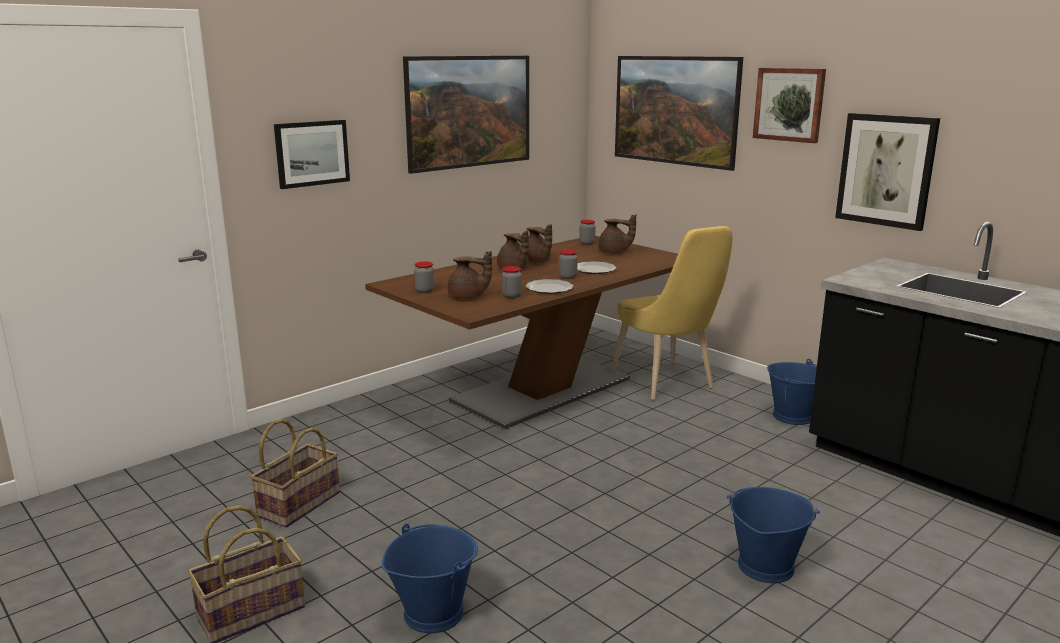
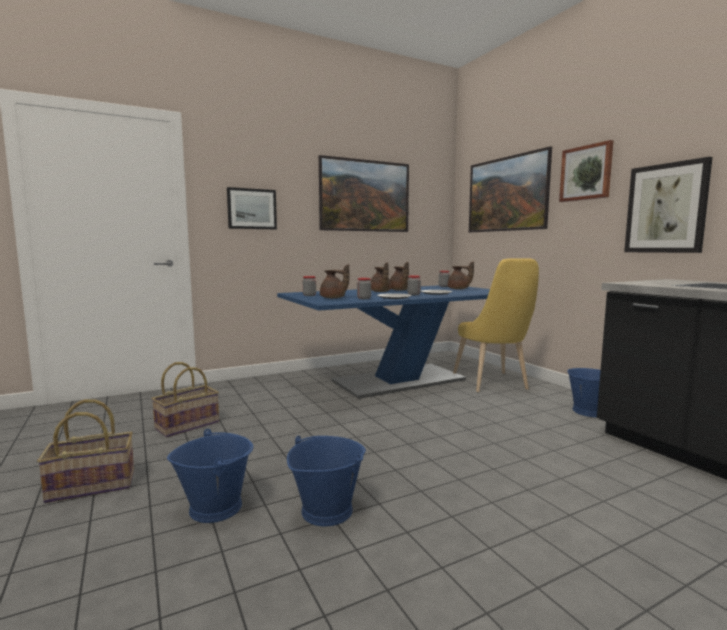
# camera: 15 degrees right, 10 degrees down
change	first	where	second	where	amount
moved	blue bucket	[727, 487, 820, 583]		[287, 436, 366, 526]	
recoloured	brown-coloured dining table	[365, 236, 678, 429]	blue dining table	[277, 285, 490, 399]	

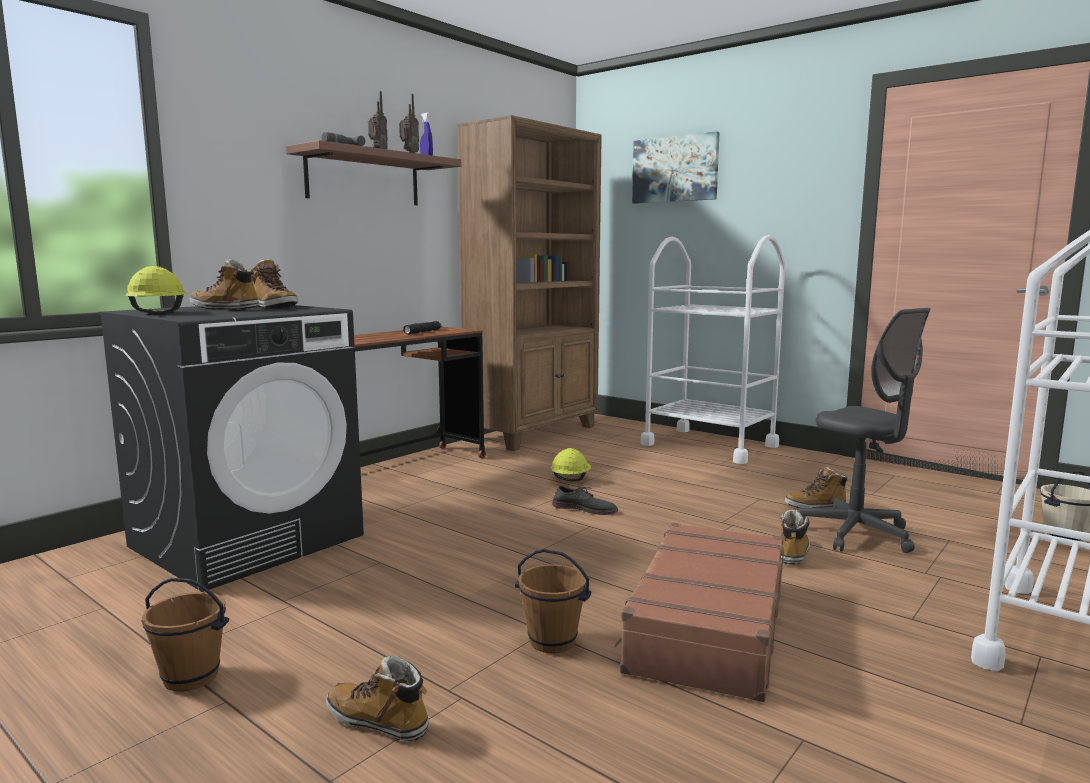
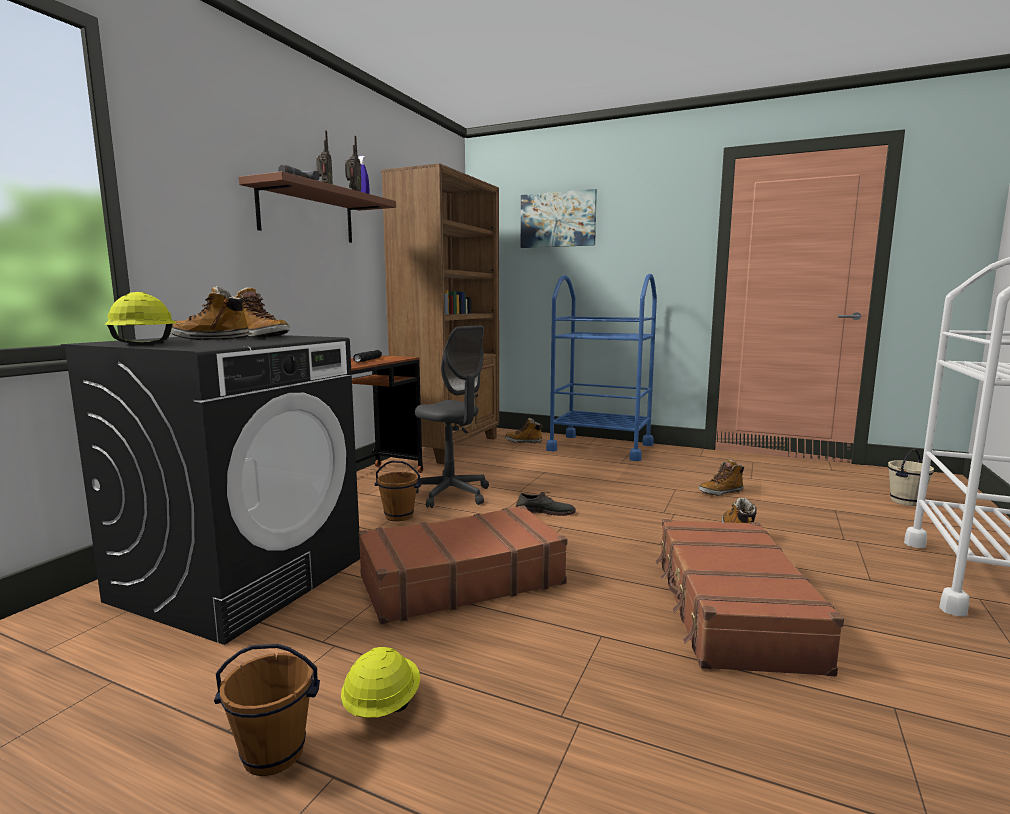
# camera: 15 degrees left, 0 degrees up
change	first	where	second	where	amount
added			brown-coloured suitcase	[359, 505, 567, 625]	
moved	tall boot	[326, 655, 429, 741]		[505, 418, 542, 443]	
moved	brown-coloured bucket	[515, 549, 591, 653]		[375, 461, 421, 521]	
moved	yellow safety helmet	[551, 448, 591, 481]		[341, 647, 420, 718]	
moved	gray office chair	[798, 308, 930, 553]		[415, 325, 489, 508]	
recoloured	white-coloured cart	[640, 235, 785, 464]	blue cart	[546, 274, 657, 461]	

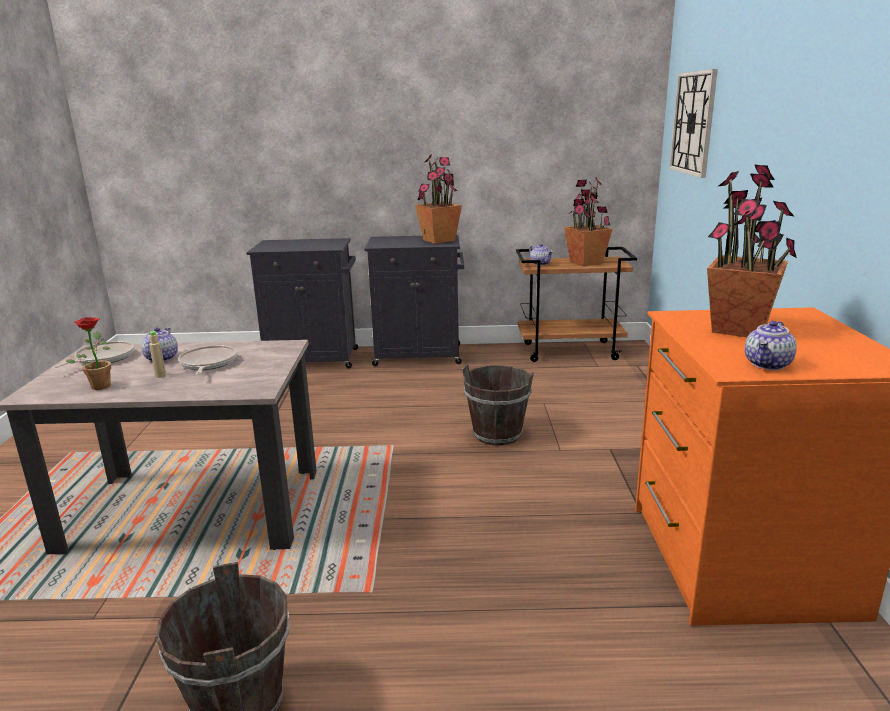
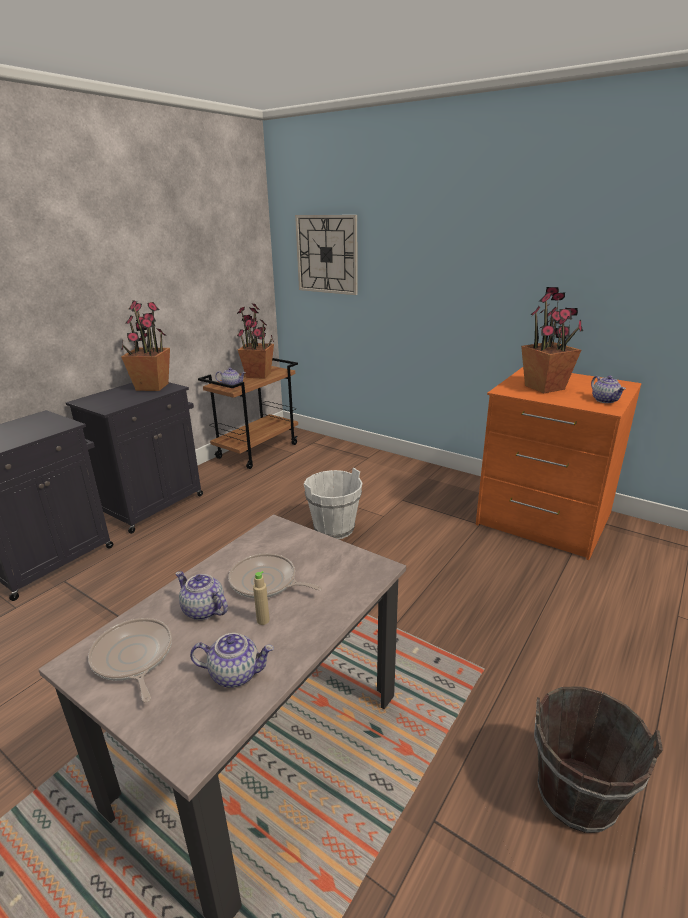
# camera: 55 degrees left, 5 degrees up
change	first	where	second	where	amount
replaced	plant in a pot	[66, 317, 111, 390]	pot for tea	[190, 633, 274, 688]	
recoloured	brown-coloured bucket	[462, 364, 534, 446]	white-coloured bucket	[304, 468, 363, 539]	

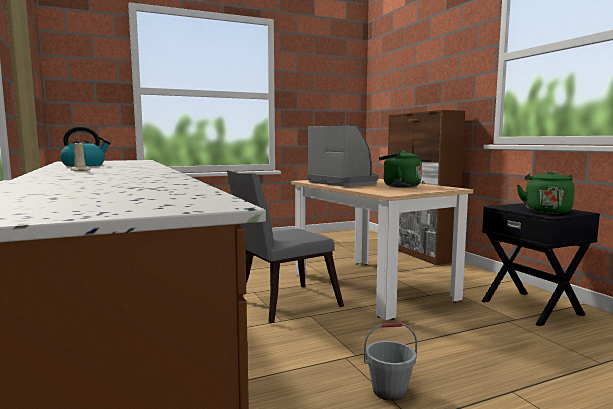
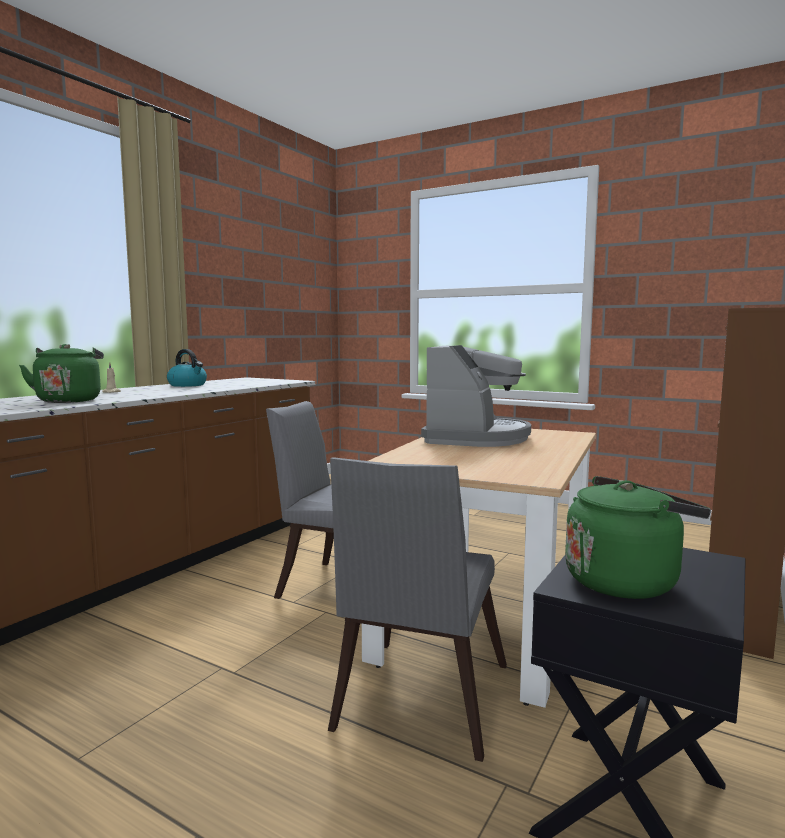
# camera: 55 degrees right, 0 degrees up
change	first	where	second	where	amount
removed	gray bucket	[364, 323, 417, 401]			
added			gray plain chair	[328, 458, 507, 762]	
moved	green water kettle	[379, 150, 422, 187]		[19, 344, 104, 403]	

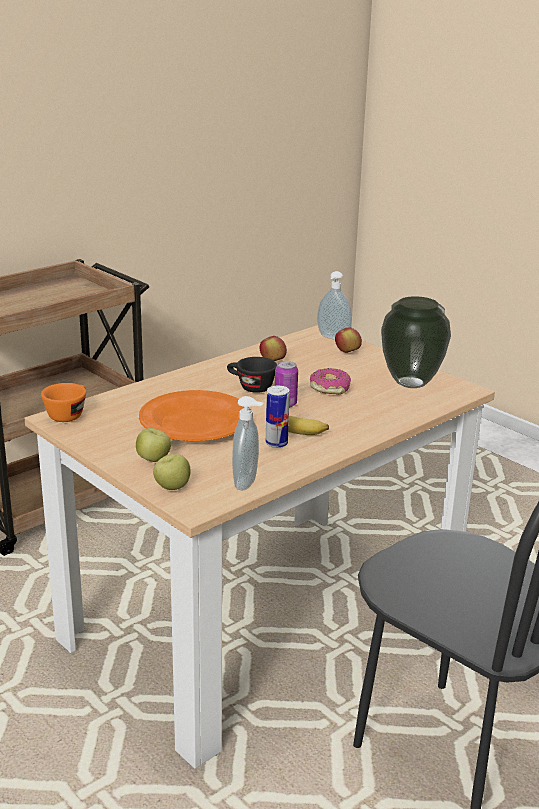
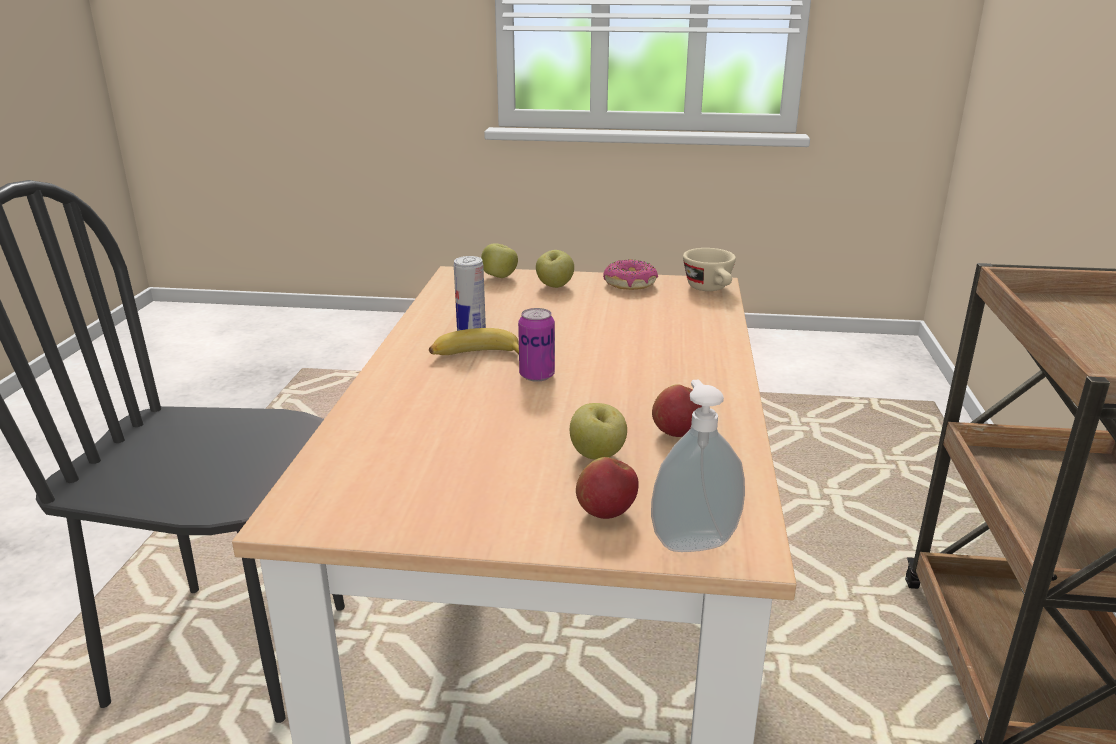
# camera: 140 degrees right, 0 degrees up
change	first	where	second	where	amount
removed	orangey dinner plate	[139, 390, 249, 441]			
removed	black drinking cup	[227, 357, 277, 393]			
removed	liquid soap bottle	[232, 396, 263, 490]			
removed	decorative vase	[381, 296, 451, 388]			
added			apple	[570, 403, 627, 460]	
moved	doughnut	[310, 368, 351, 395]		[603, 259, 658, 290]	
recoloured	orangey drinking cup	[41, 383, 86, 422]	beige-coloured drinking cup	[683, 248, 736, 291]	

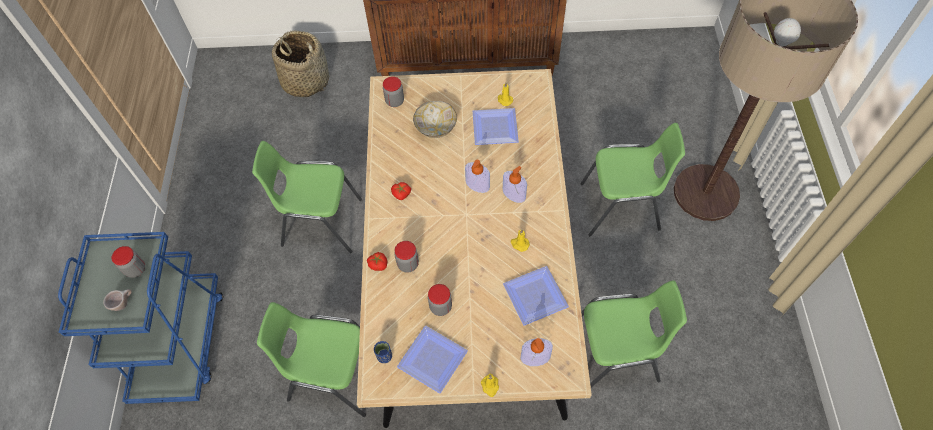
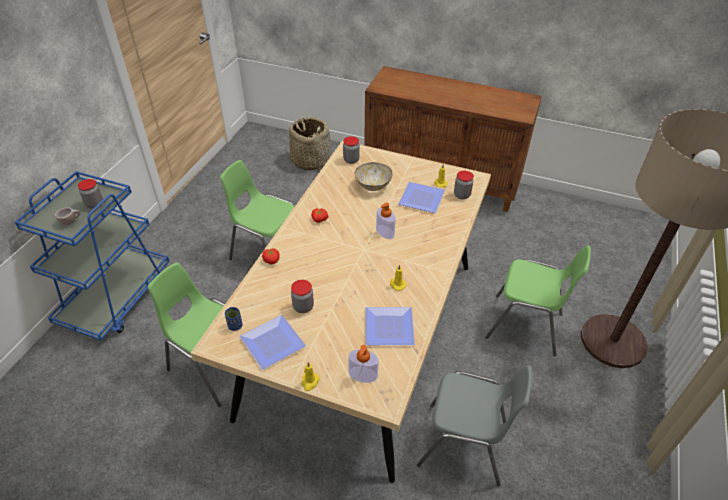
# camera: 20 degrees right, 15 degrees down
change	first	where	second	where	amount
removed	liquid soap bottle	[503, 166, 527, 203]			
moved	jar	[395, 241, 419, 273]		[454, 171, 474, 199]	
recoloured	green plain chair	[581, 280, 687, 387]	gray plain chair	[417, 365, 532, 487]	

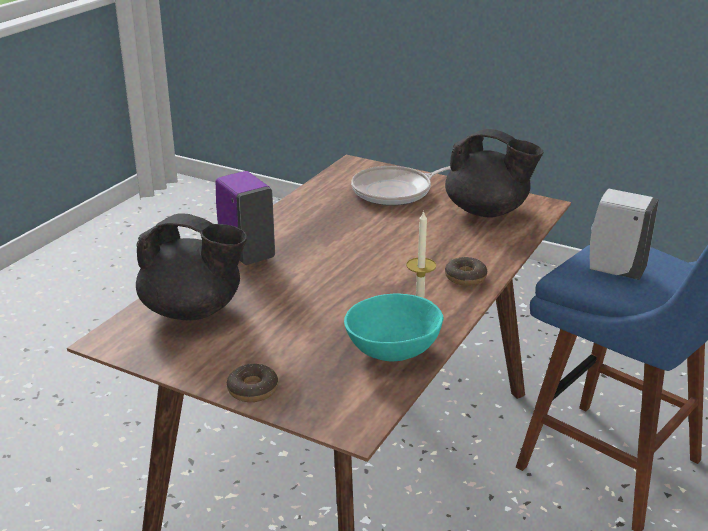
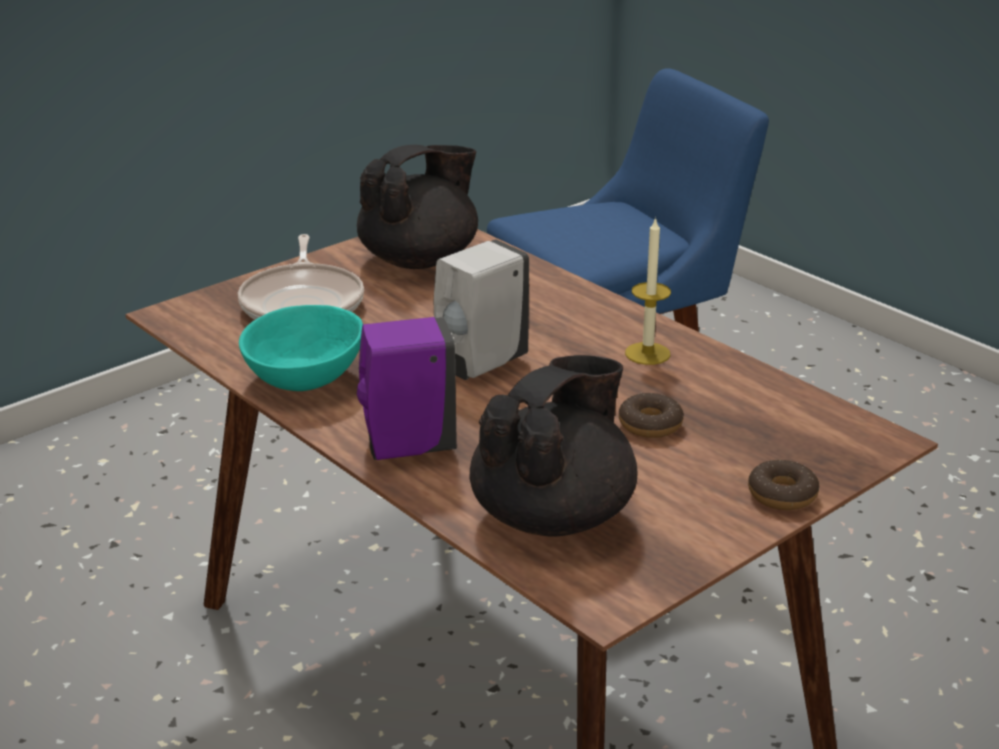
# camera: 70 degrees left, 0 degrees up
change	first	where	second	where	amount
moved	blue-green serving bowl	[344, 294, 443, 361]		[239, 305, 363, 391]	
moved	doughnut	[445, 257, 487, 286]		[619, 393, 684, 438]	
moved	white-coloured liquid soap bottle	[590, 189, 659, 280]		[434, 239, 529, 380]	

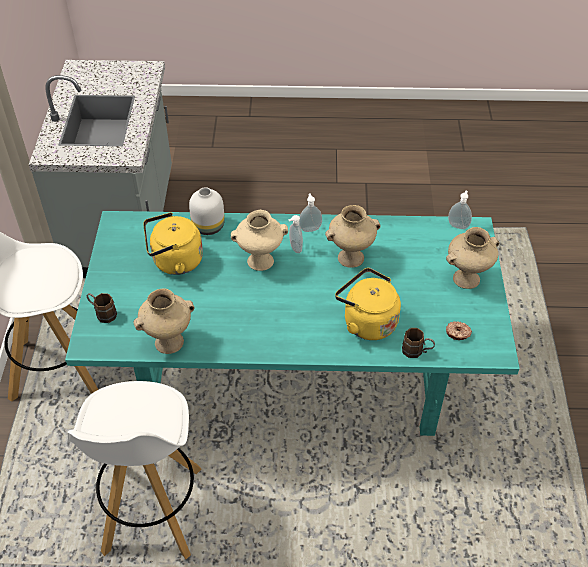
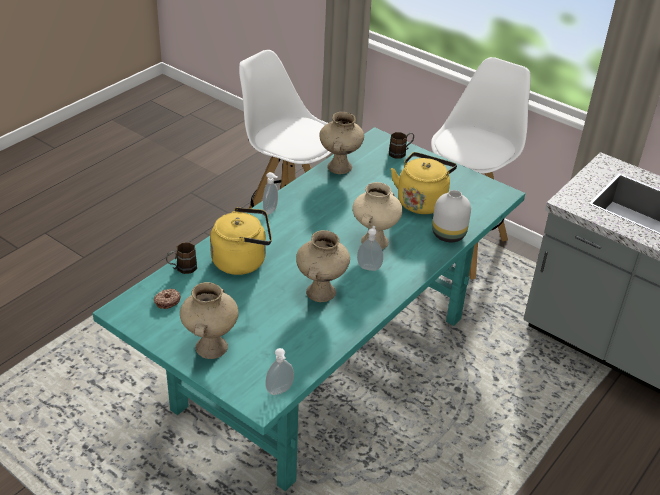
# camera: 125 degrees right, 10 degrees down
change	first	where	second	where	amount
moved	liquid soap bottle	[299, 193, 322, 232]		[263, 172, 278, 215]	

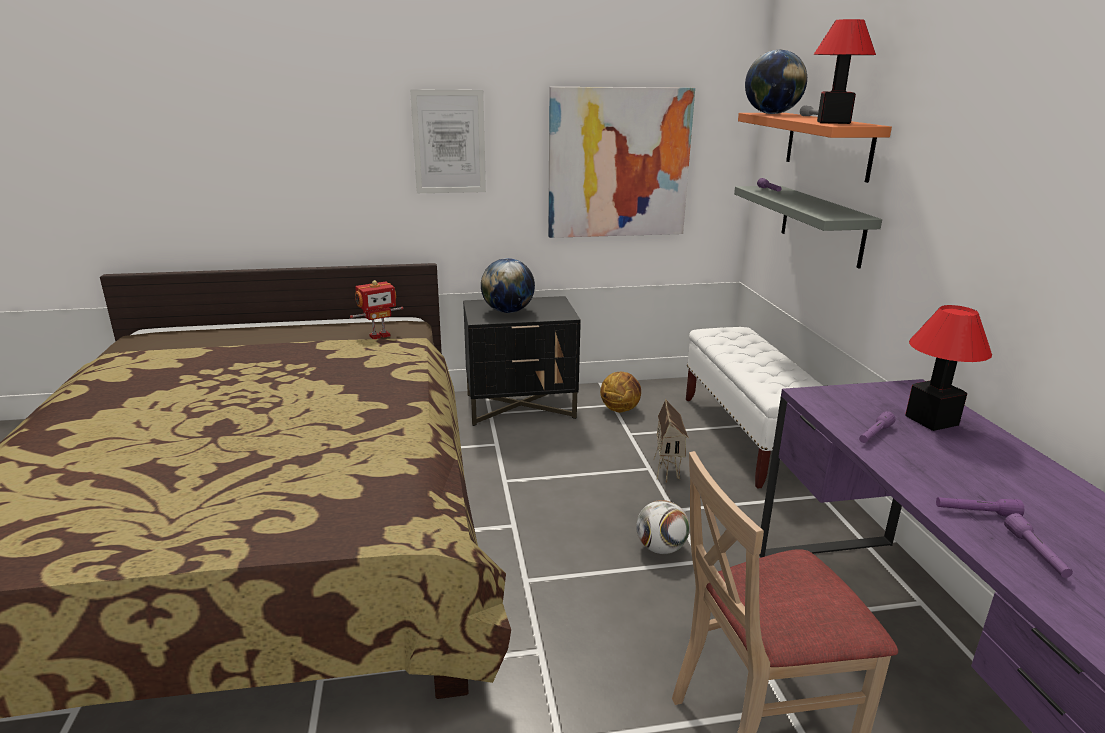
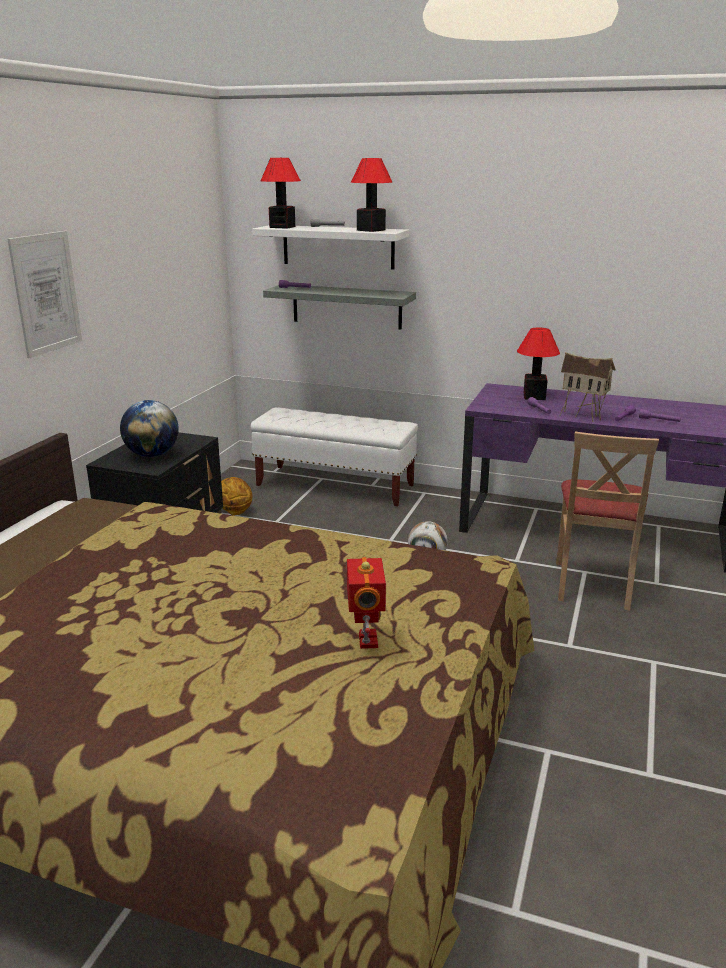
# camera: 60 degrees left, 0 degrees up
change	first	where	second	where	amount
removed	wall art	[548, 87, 695, 238]			
moved	model robot	[350, 280, 403, 339]		[347, 557, 386, 649]	
moved	miniature house	[653, 399, 689, 483]		[560, 352, 616, 422]	
replaced	desk globe	[745, 49, 807, 114]	tabletop lamp	[261, 158, 301, 229]	
recoloured	orangey bracket shelf	[738, 113, 892, 183]	white-coloured bracket shelf	[252, 225, 409, 269]	

